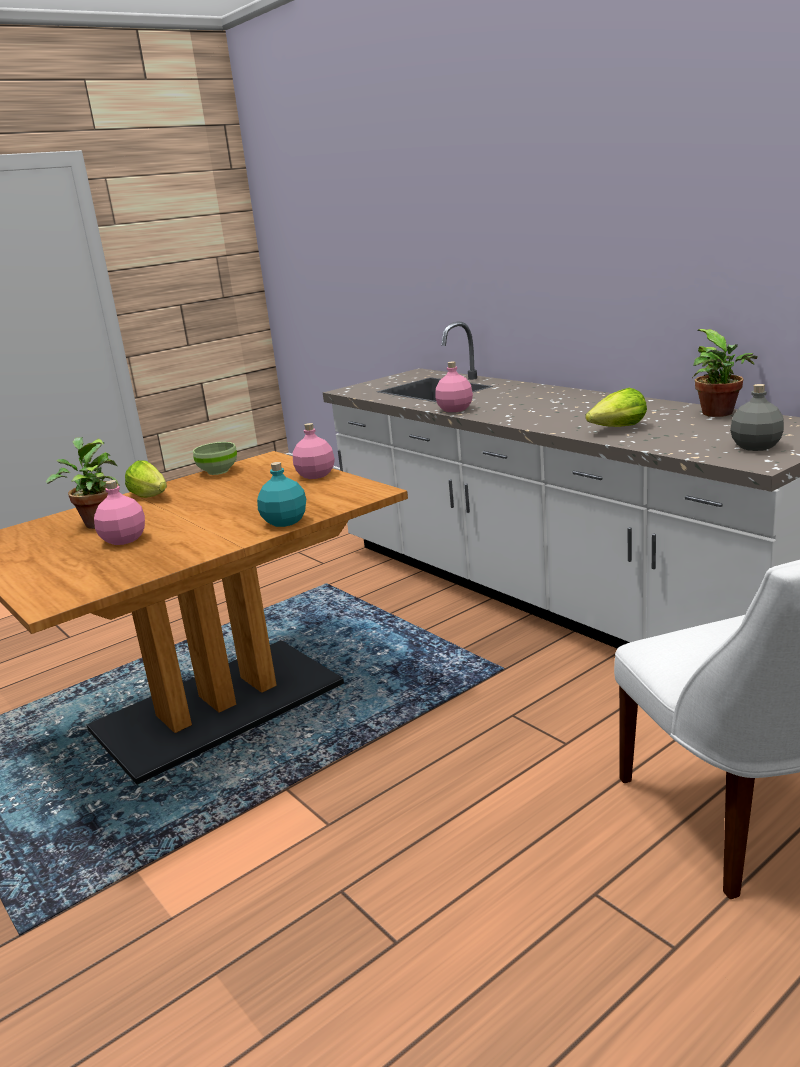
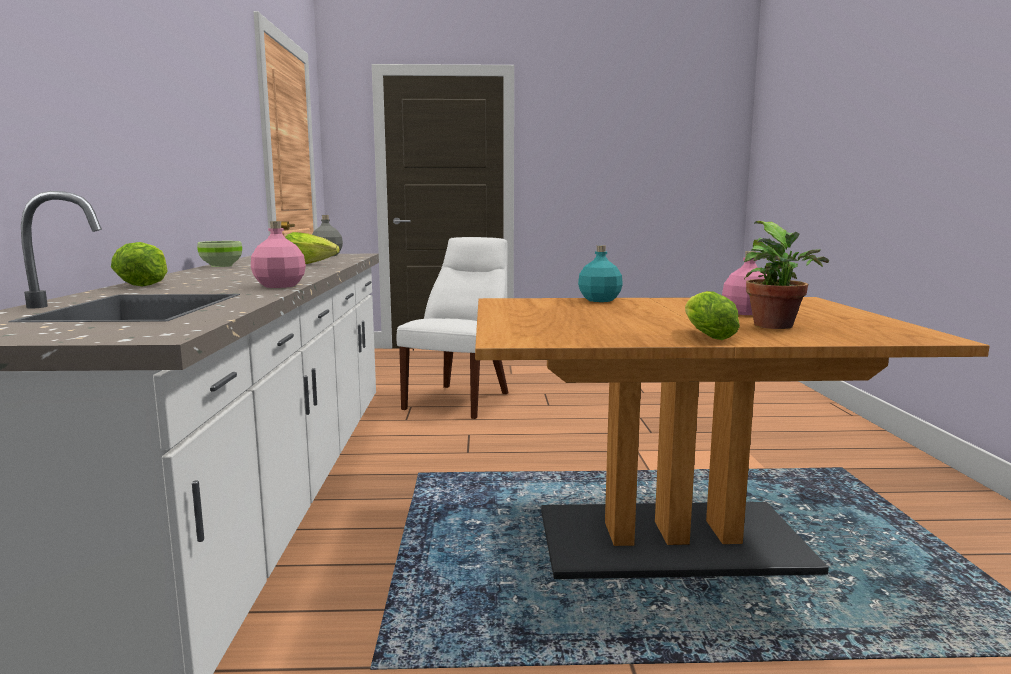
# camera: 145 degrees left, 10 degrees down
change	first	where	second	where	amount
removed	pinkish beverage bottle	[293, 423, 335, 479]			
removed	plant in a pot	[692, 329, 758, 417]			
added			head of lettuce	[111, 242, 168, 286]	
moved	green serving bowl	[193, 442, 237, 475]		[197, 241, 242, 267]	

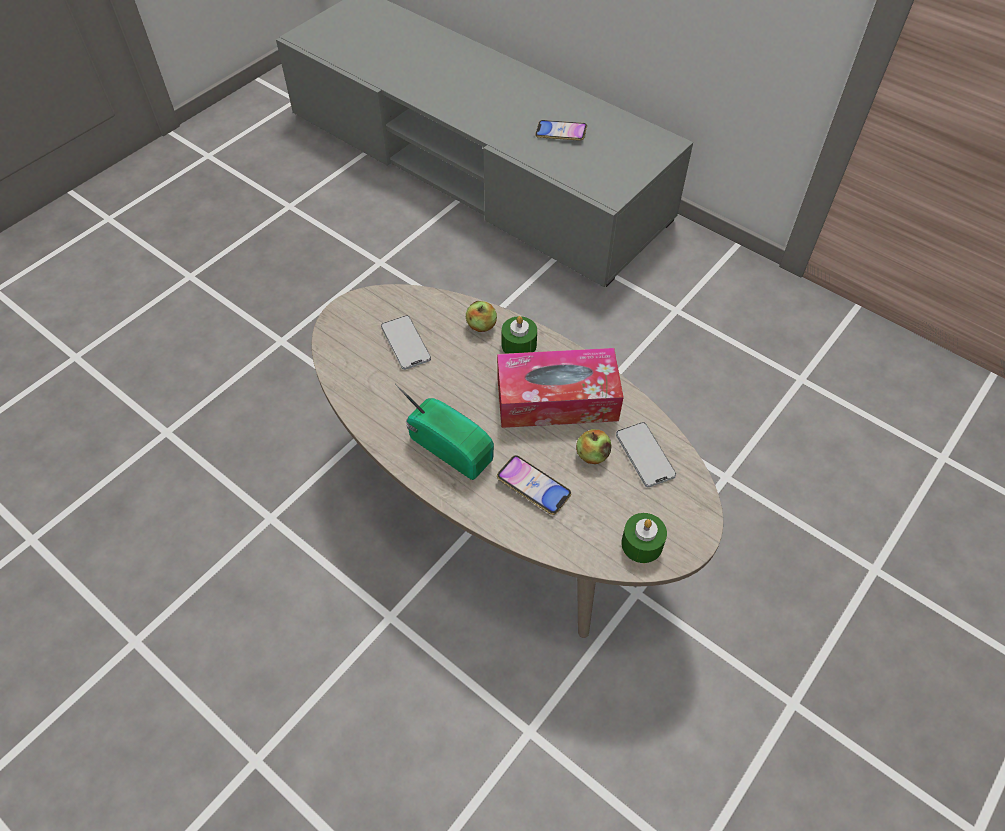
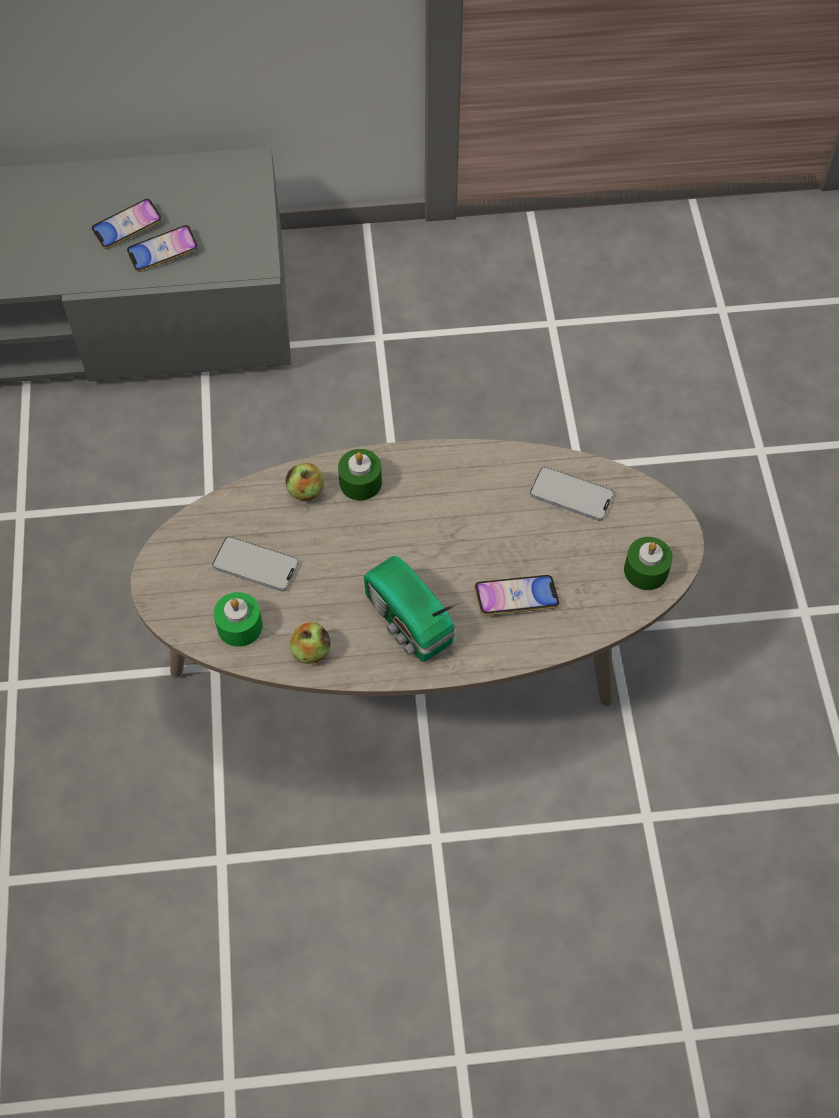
# camera: 45 degrees left, 5 degrees up
change	first	where	second	where	amount
removed	tissue box	[497, 348, 624, 428]			
added			telephone	[127, 225, 198, 272]	
added			green wax candle	[214, 592, 263, 647]	
moved	apple	[576, 429, 612, 464]		[290, 622, 331, 664]	
turned	radio receiver	[395, 384, 494, 480]		[364, 556, 463, 662]	120 degrees counterclockwise

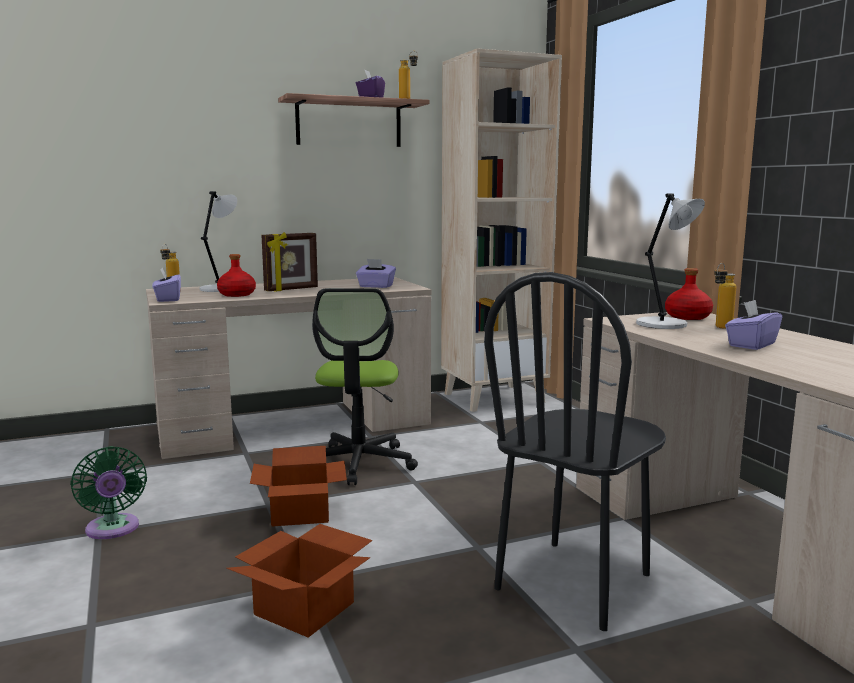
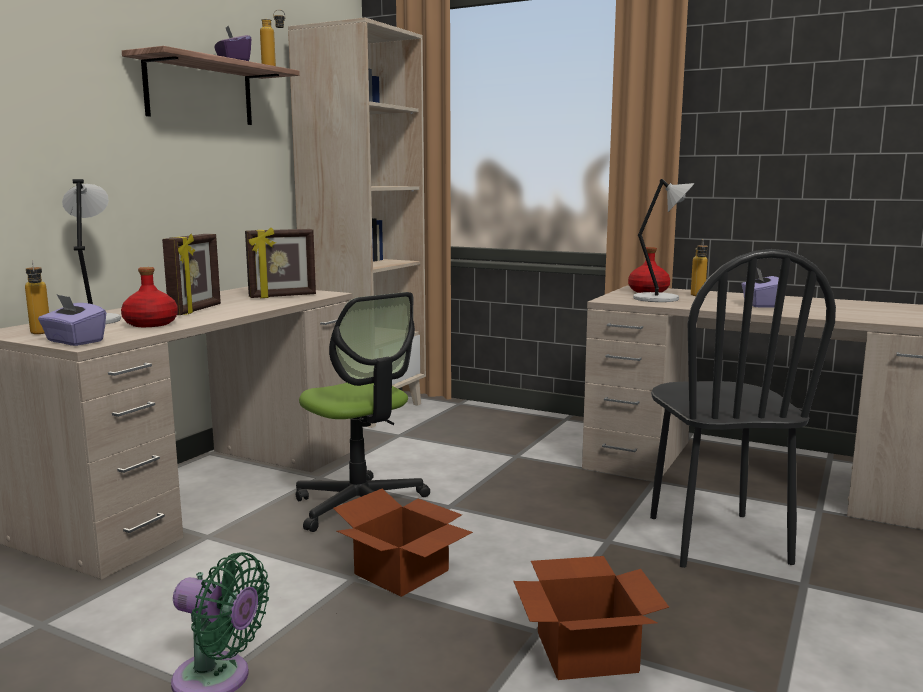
# camera: 40 degrees left, 0 degrees up
change	first	where	second	where	amount
replaced	purple-coloured tissue box	[356, 259, 396, 288]	picture frame	[245, 228, 316, 298]	

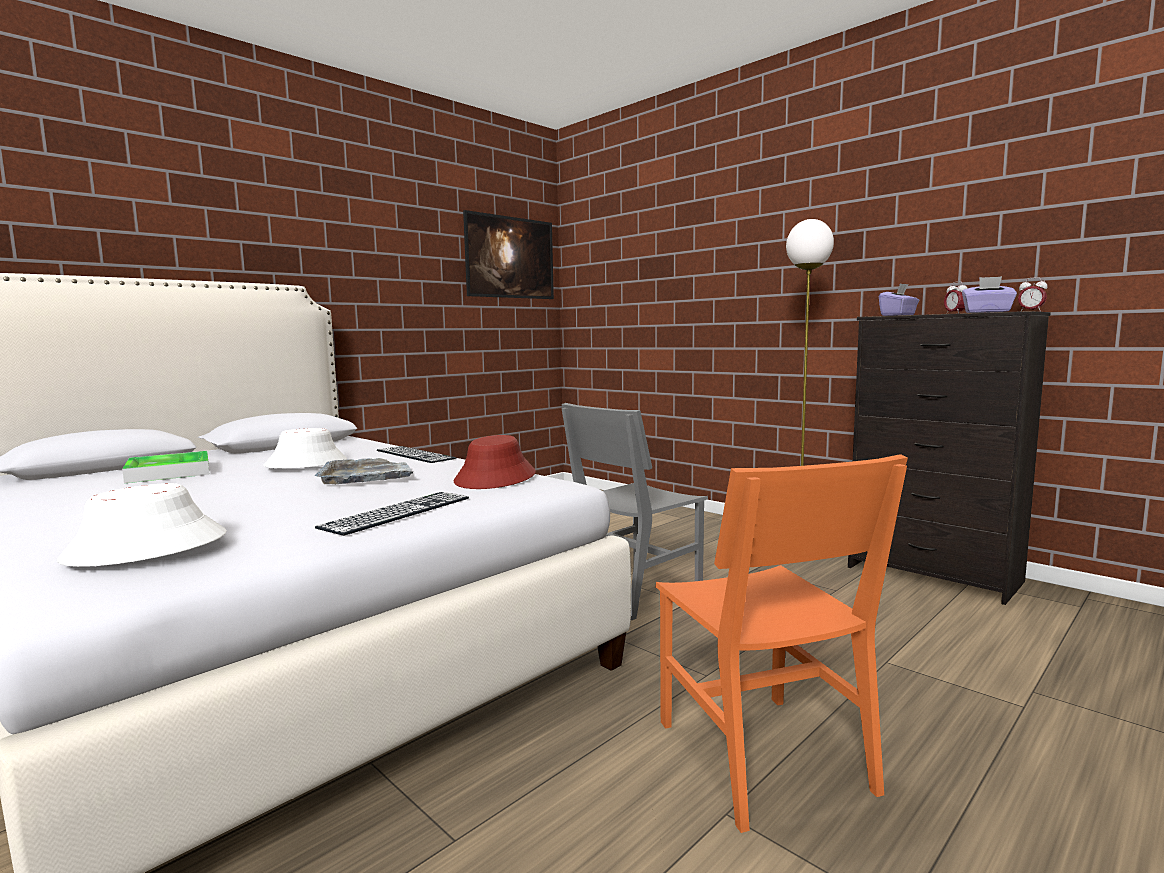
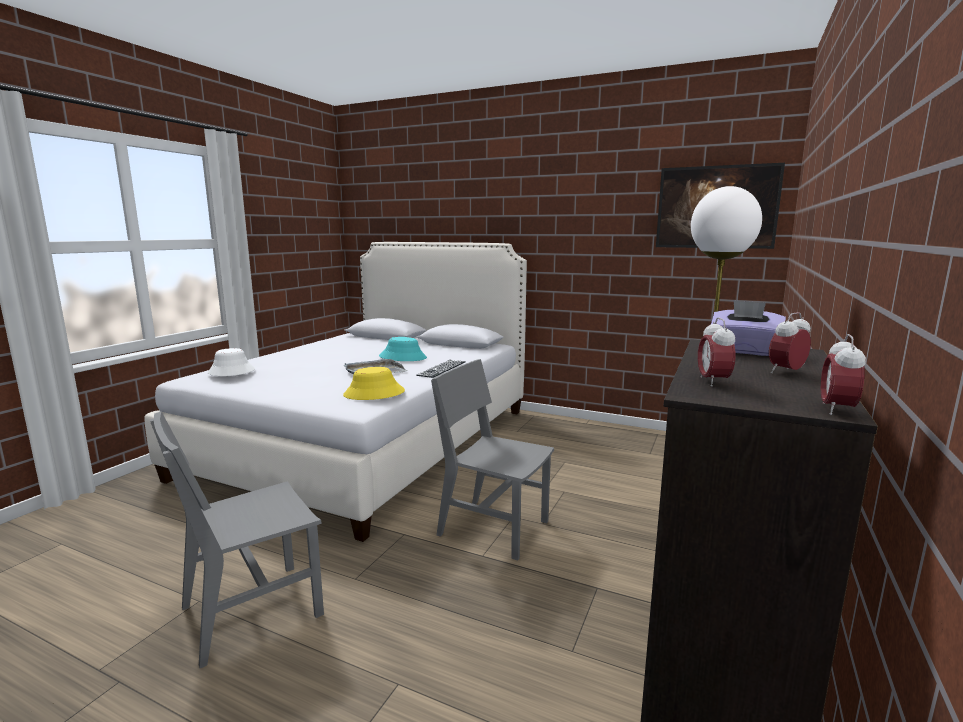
# camera: 70 degrees right, 5 degrees up
change	first	where	second	where	amount
removed	tray	[122, 451, 209, 483]			
removed	keyboard	[315, 492, 469, 536]			
replaced	purple-coloured tissue box	[962, 276, 1017, 313]	table clock	[698, 317, 736, 387]	
recoloured	white-coloured clothing hat	[264, 428, 347, 468]	blue-green clothing hat	[379, 337, 427, 361]	
recoloured	red-coloured clothing hat	[454, 435, 536, 489]	yellow clothing hat	[343, 367, 405, 400]	
recoloured	orangey plain chair	[655, 454, 908, 833]	gray plain chair	[150, 411, 324, 668]	

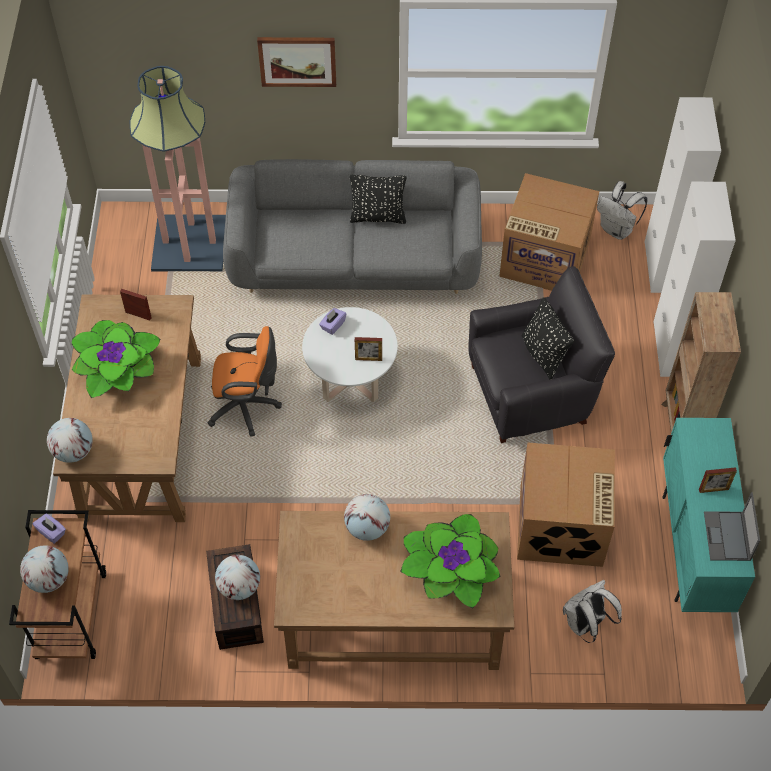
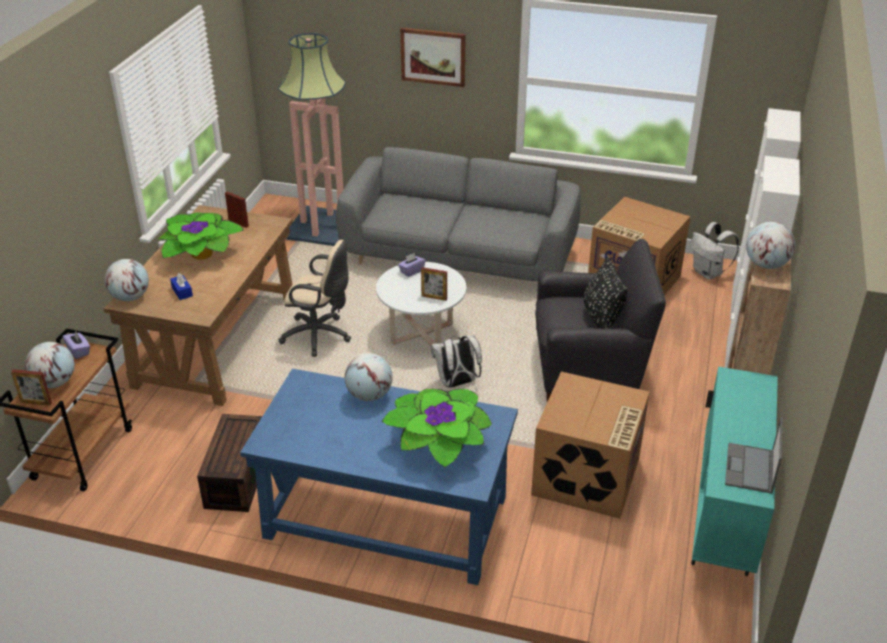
# camera: 15 degrees right, 20 degrees down
change	first	where	second	where	amount
removed	black cushion	[350, 175, 406, 224]			
added			blue tissue box	[170, 273, 193, 300]	
moved	desk globe	[215, 555, 260, 600]		[746, 222, 795, 269]	
moved	white-coloured knapsack	[563, 580, 622, 643]		[431, 335, 482, 388]	
moved	picture frame	[699, 467, 737, 493]		[11, 369, 52, 406]	
recoloured	orangey office chair	[207, 326, 282, 437]	beige-coloured office chair	[279, 240, 351, 357]	
recoloured	brown-coloured desk unit	[274, 511, 514, 670]	blue desk unit	[240, 369, 518, 585]	

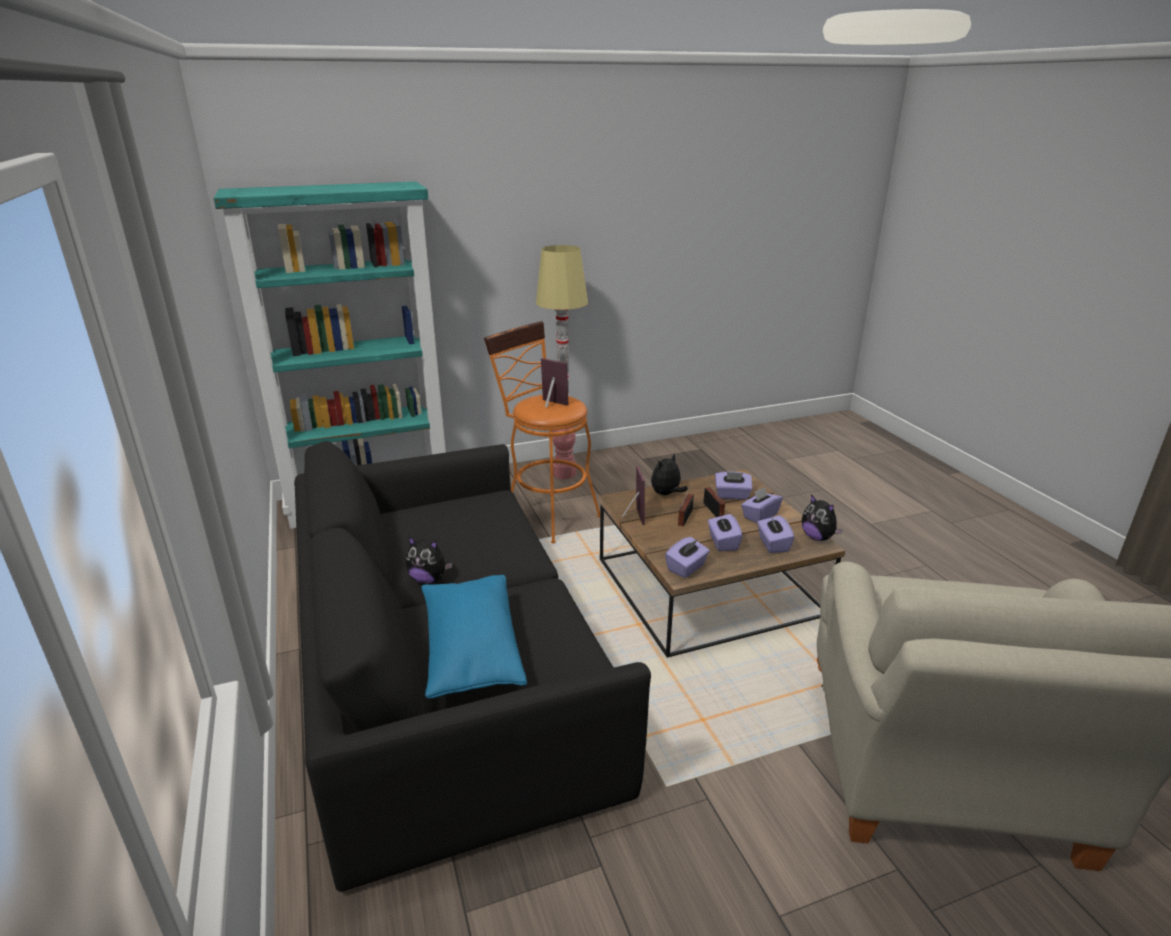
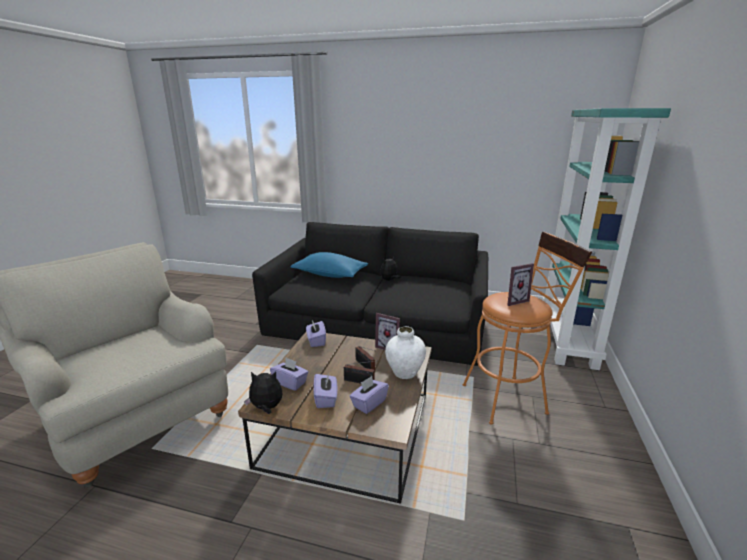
# camera: 125 degrees right, 5 degrees down
change	first	where	second	where	amount
removed	standard lamp	[536, 245, 588, 479]			
removed	purple-coloured tissue box	[708, 513, 742, 551]			
replaced	plush toy	[651, 454, 688, 495]	white-coloured decorative vase	[385, 326, 426, 379]	

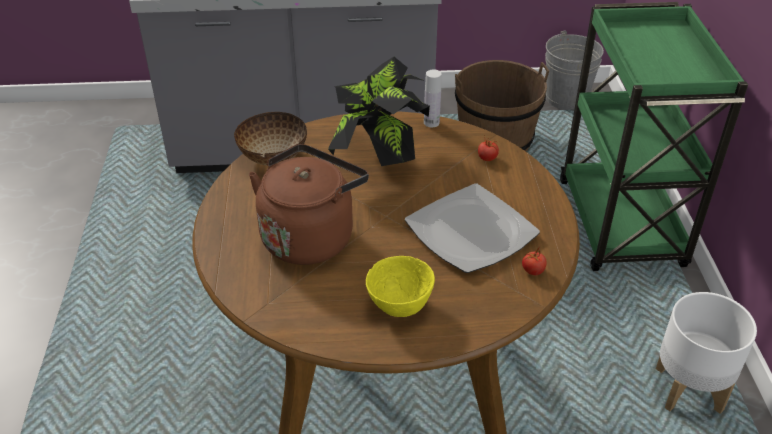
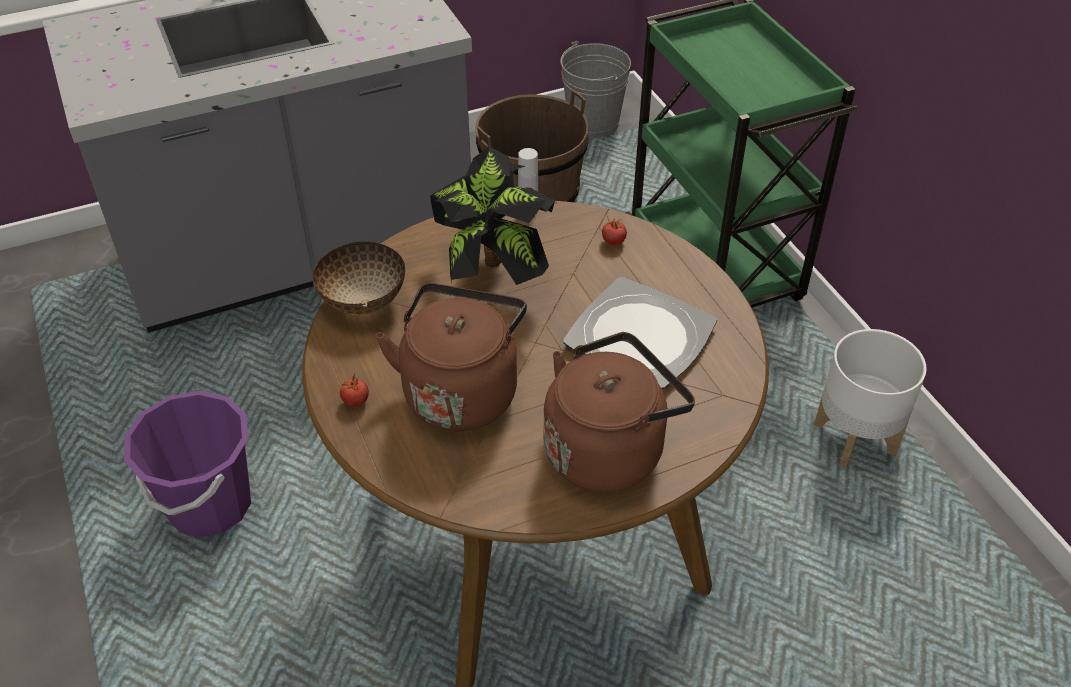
# camera: 20 degrees left, 5 degrees up
change	first	where	second	where	amount
added			purple-coloured bucket	[124, 391, 251, 538]	
moved	tomato	[522, 246, 547, 275]		[340, 373, 369, 407]	
replaced	yellow serving bowl	[366, 256, 435, 317]	brown-coloured water kettle	[544, 332, 695, 492]	

